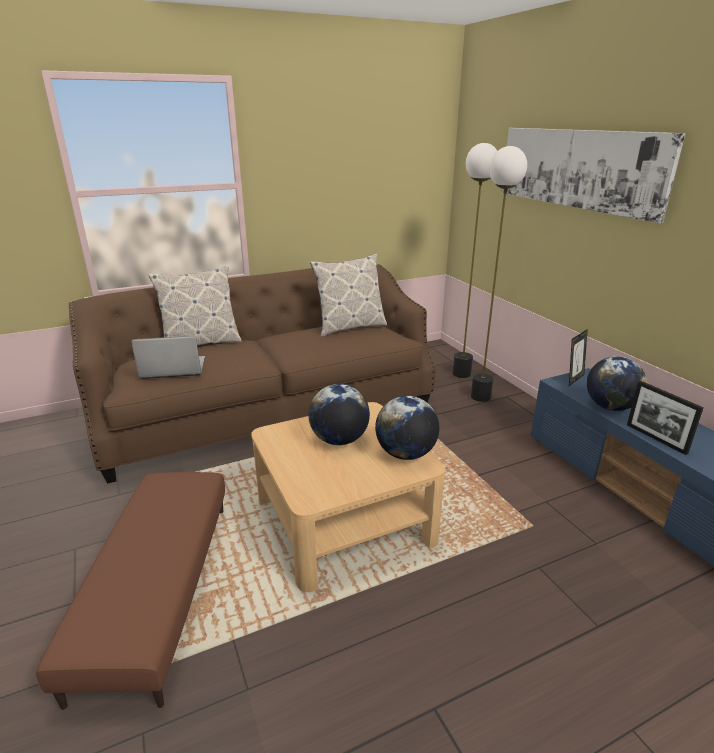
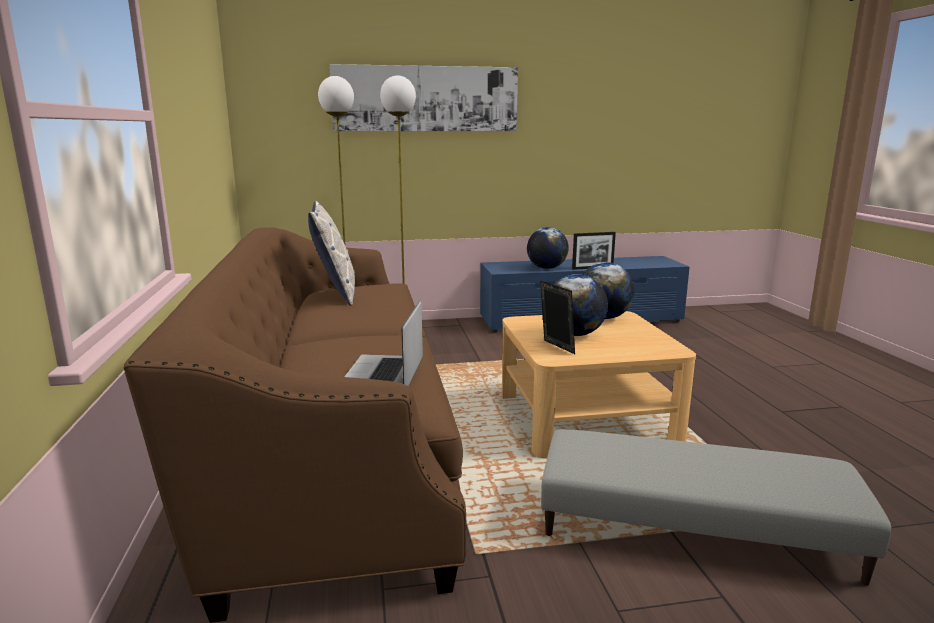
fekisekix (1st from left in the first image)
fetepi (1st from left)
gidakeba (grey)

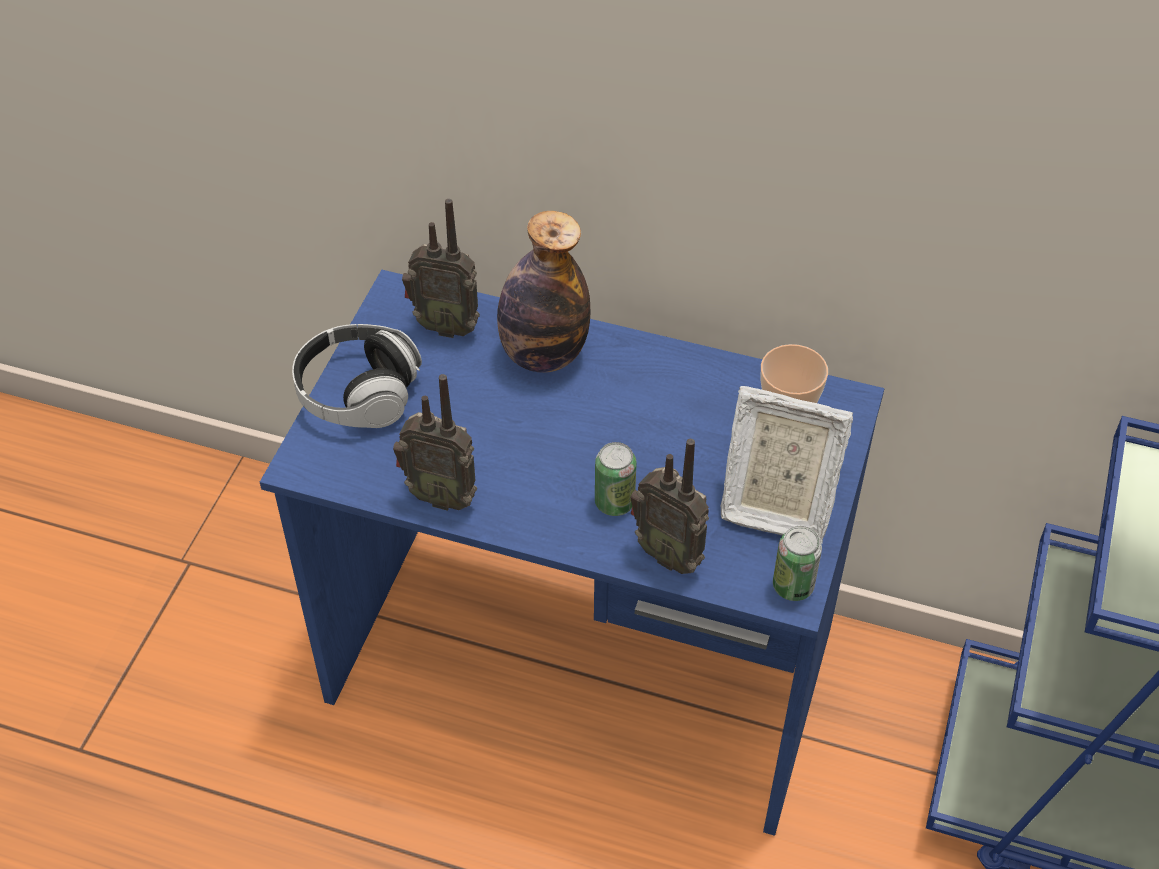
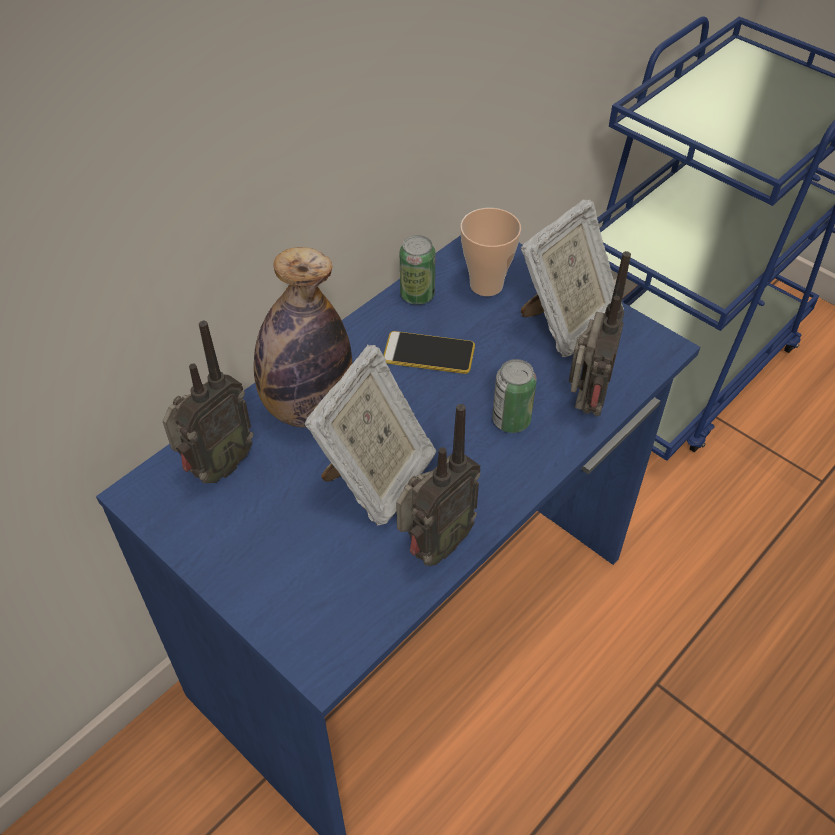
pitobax
fetepi (1st from left)
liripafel
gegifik (1st from left)
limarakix (3rd from left)

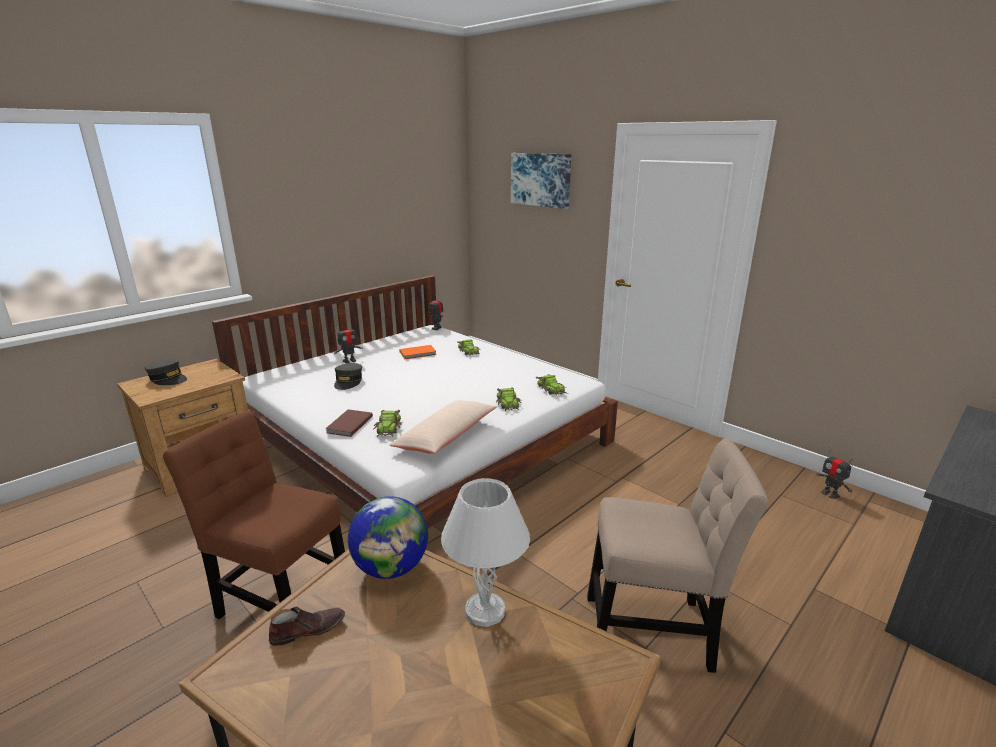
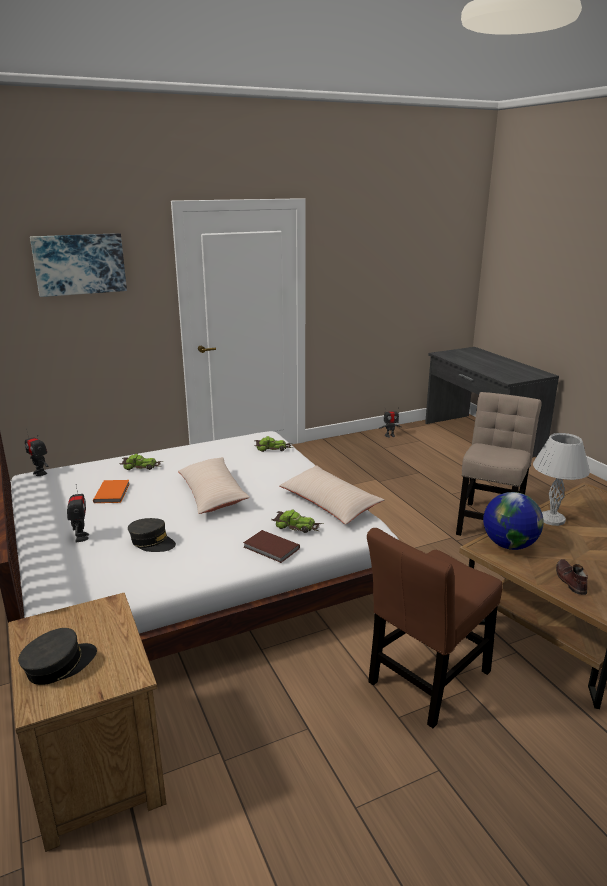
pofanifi (3rd from left in the first image)
fekisekix (beige) (1st from left)

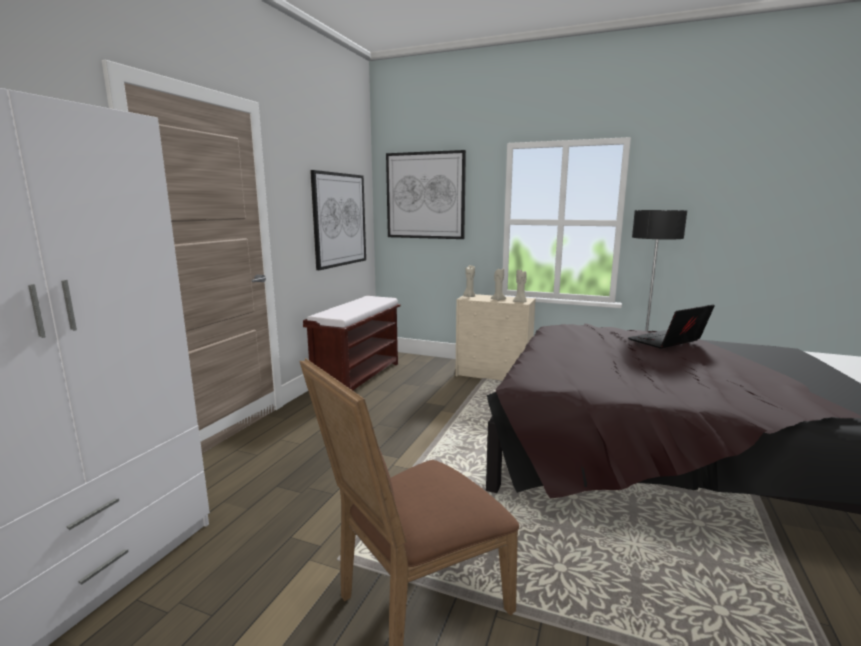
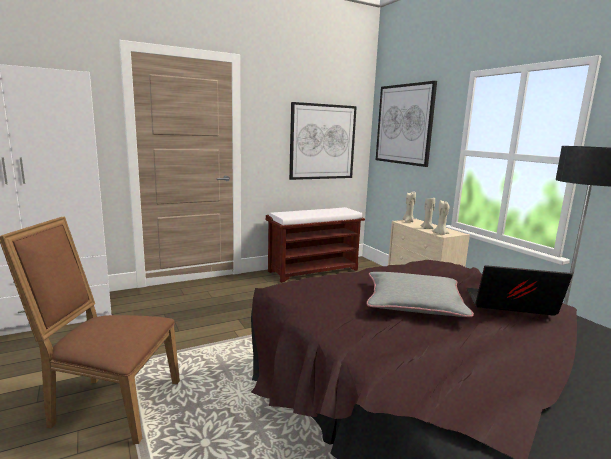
fekisekix (grey)

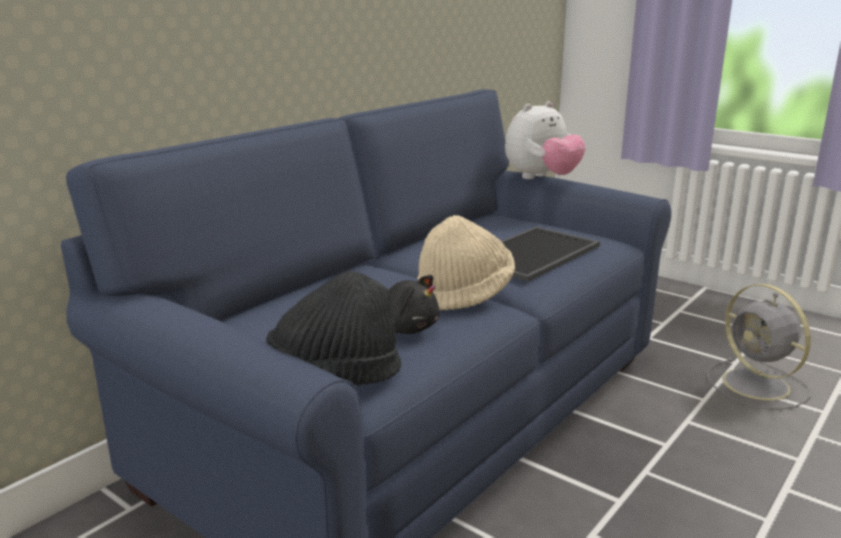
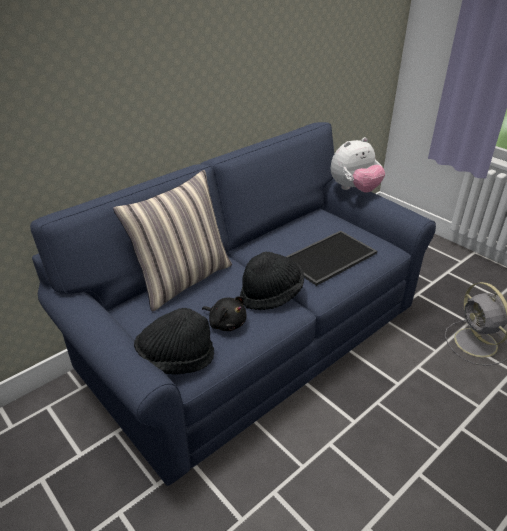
fekisekix
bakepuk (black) (2nd from left)

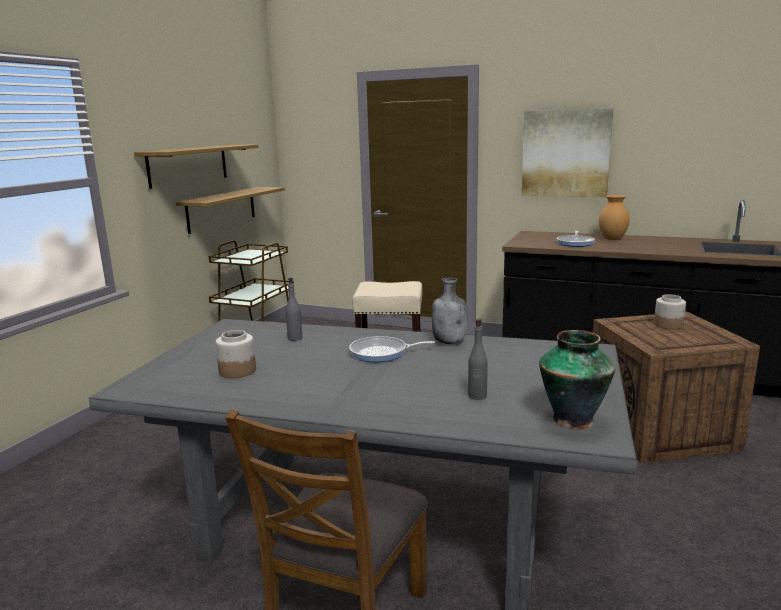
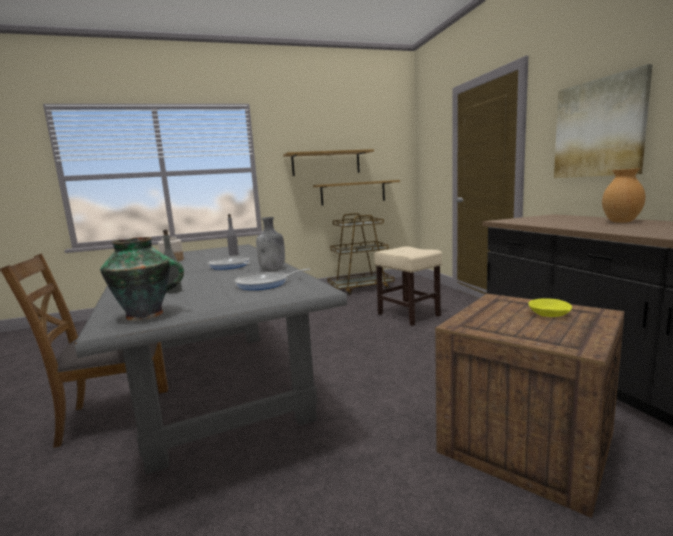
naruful (2nd from left)
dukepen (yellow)

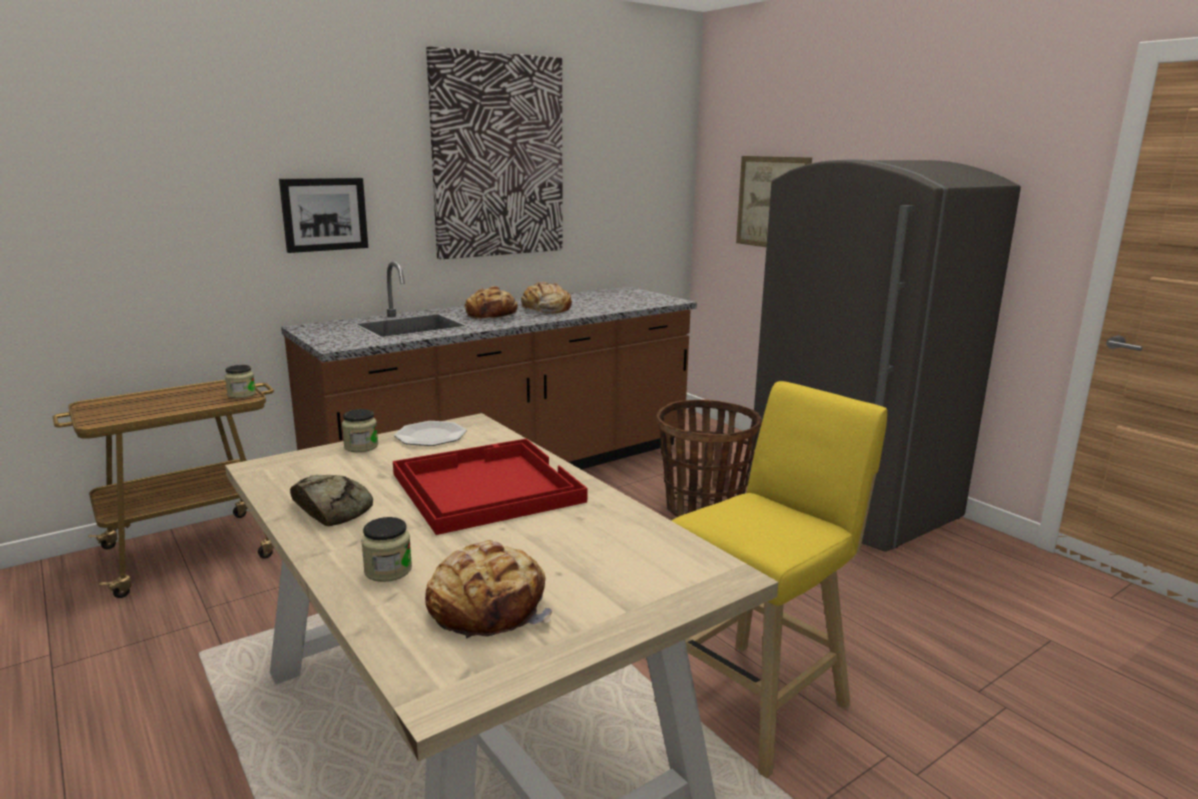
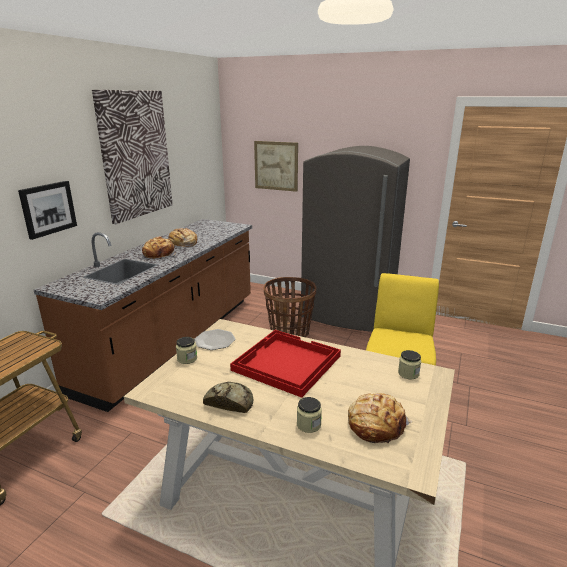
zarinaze (3rd from left)

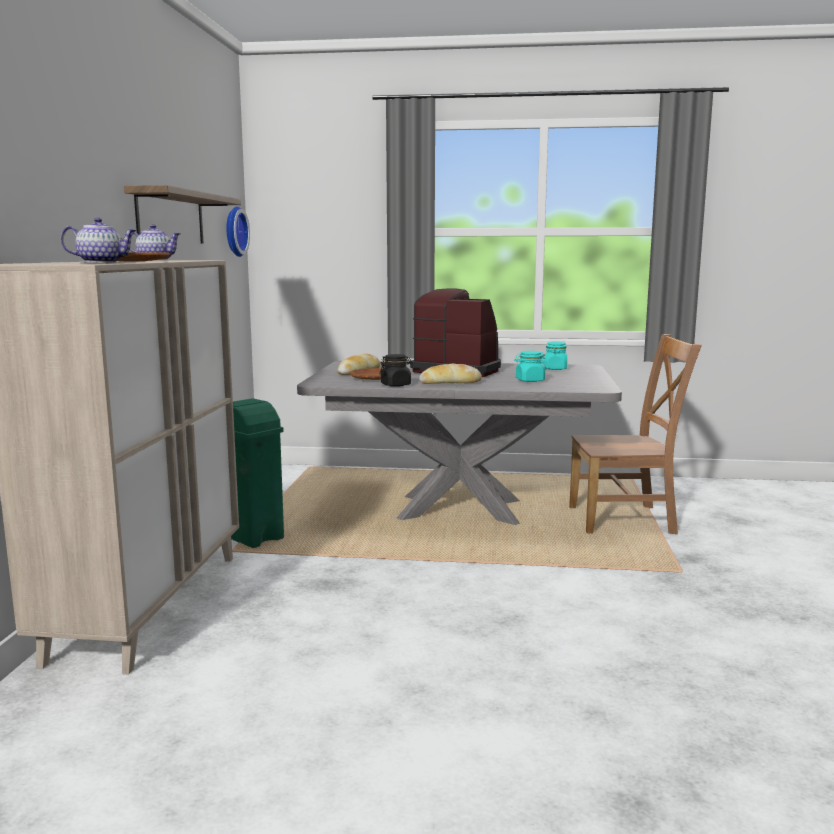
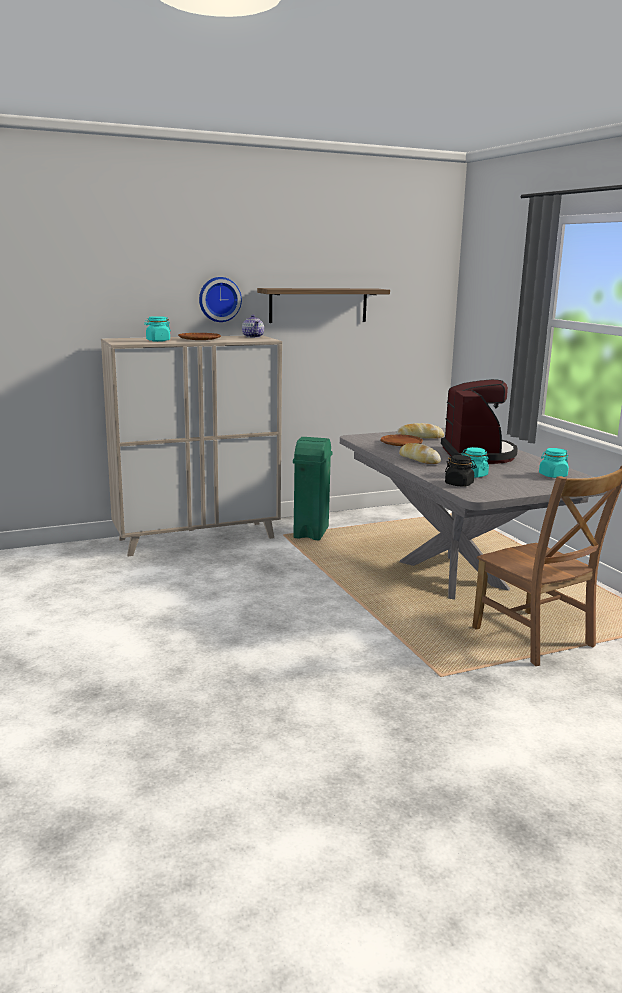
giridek
zarinaze (black)
zarinaze (turquoise) (1st from left)

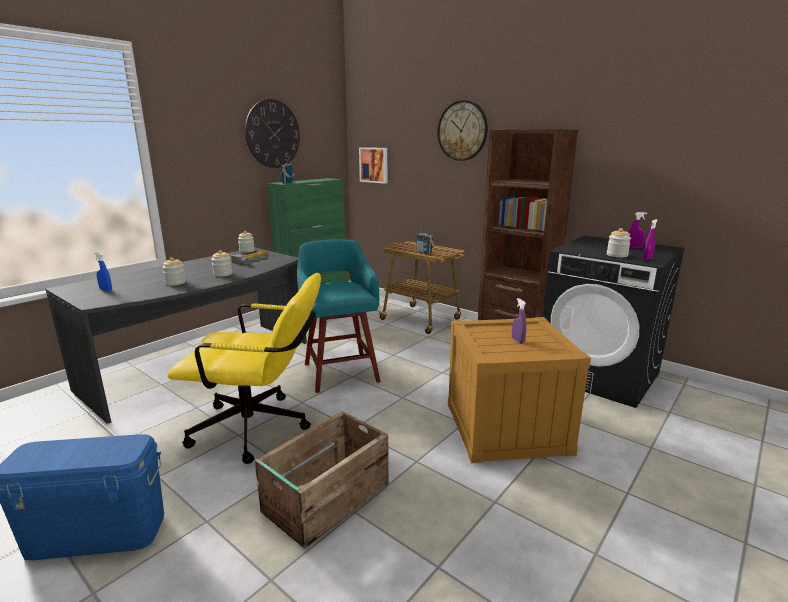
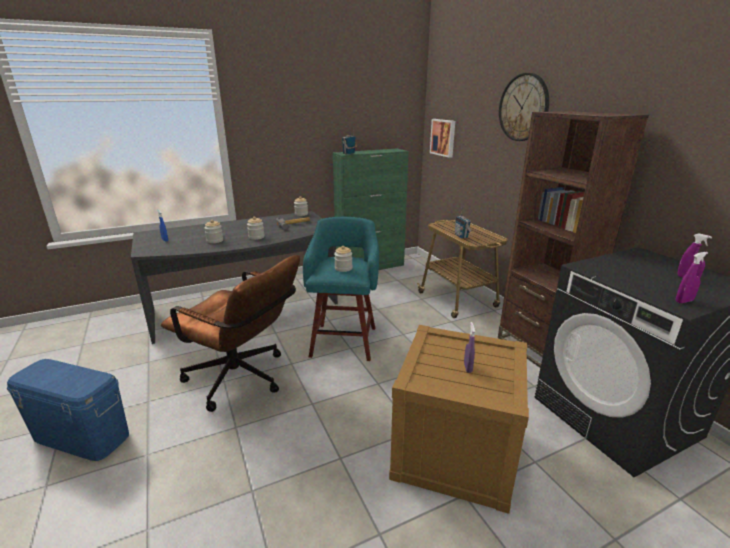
giridek (1st from left in the first image)
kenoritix (1st from left in the first image)
zarinaze (4th from left)
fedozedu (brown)

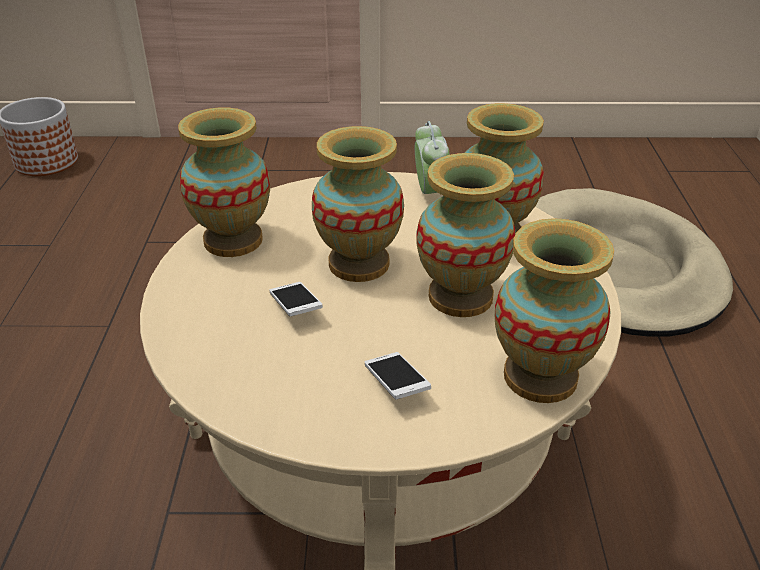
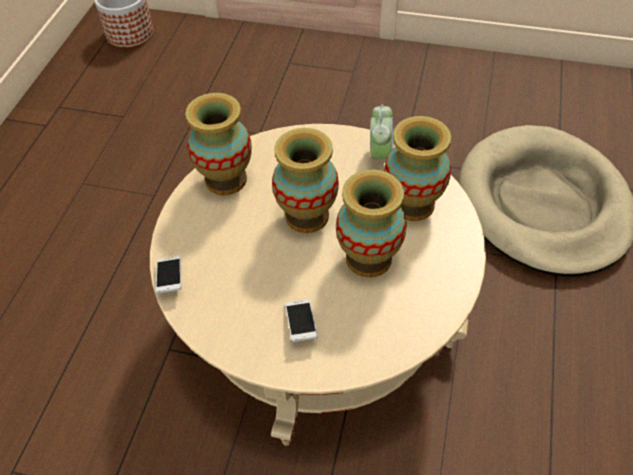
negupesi (5th from left in the first image)
liripafel (1st from left)

